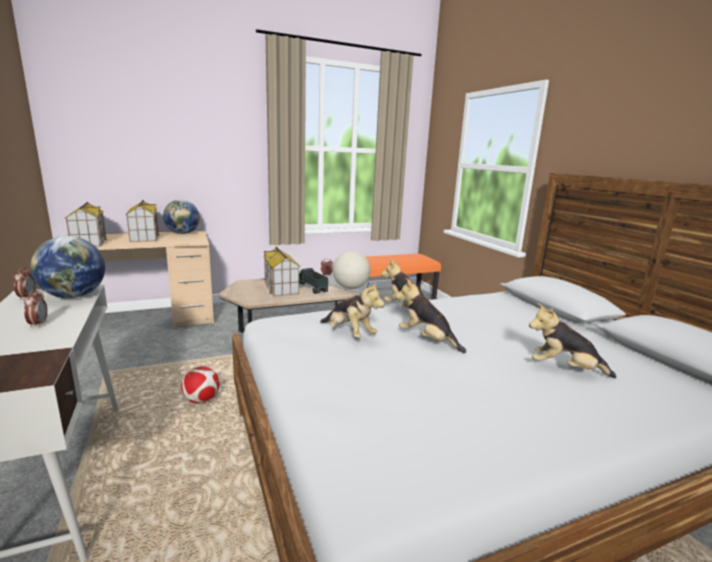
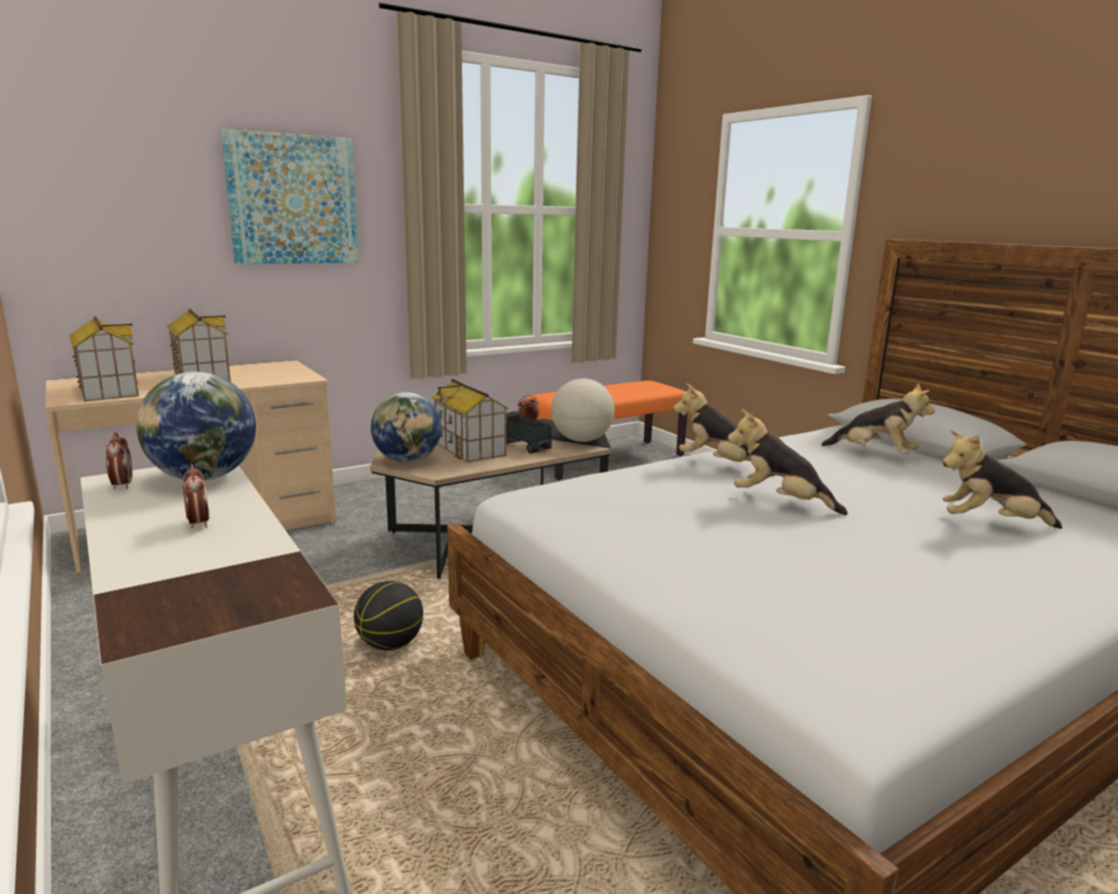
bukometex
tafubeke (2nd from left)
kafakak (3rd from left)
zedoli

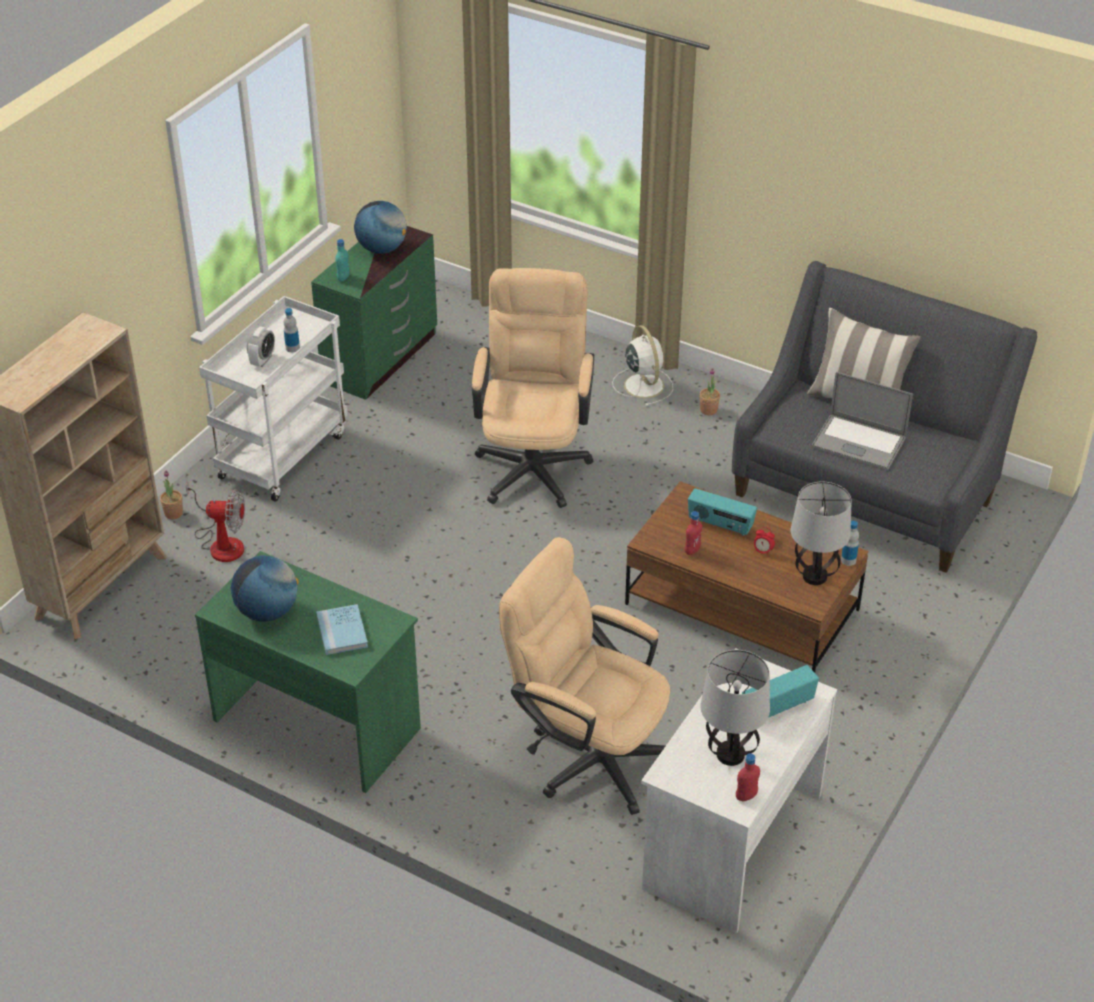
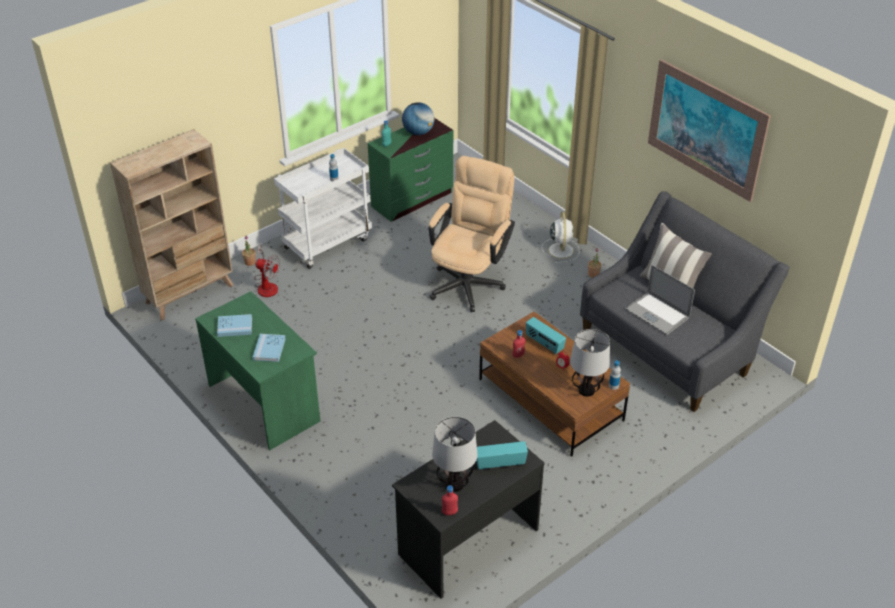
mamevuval (1st from left in the first image)
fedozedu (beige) (2nd from left in the first image)
bukometex
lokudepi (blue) (1st from left)
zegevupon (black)

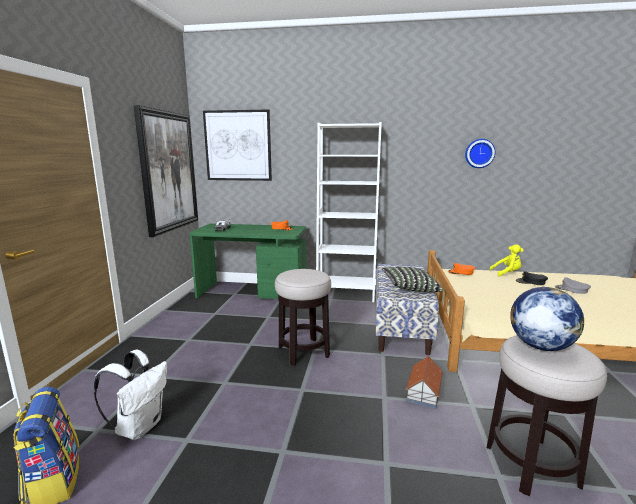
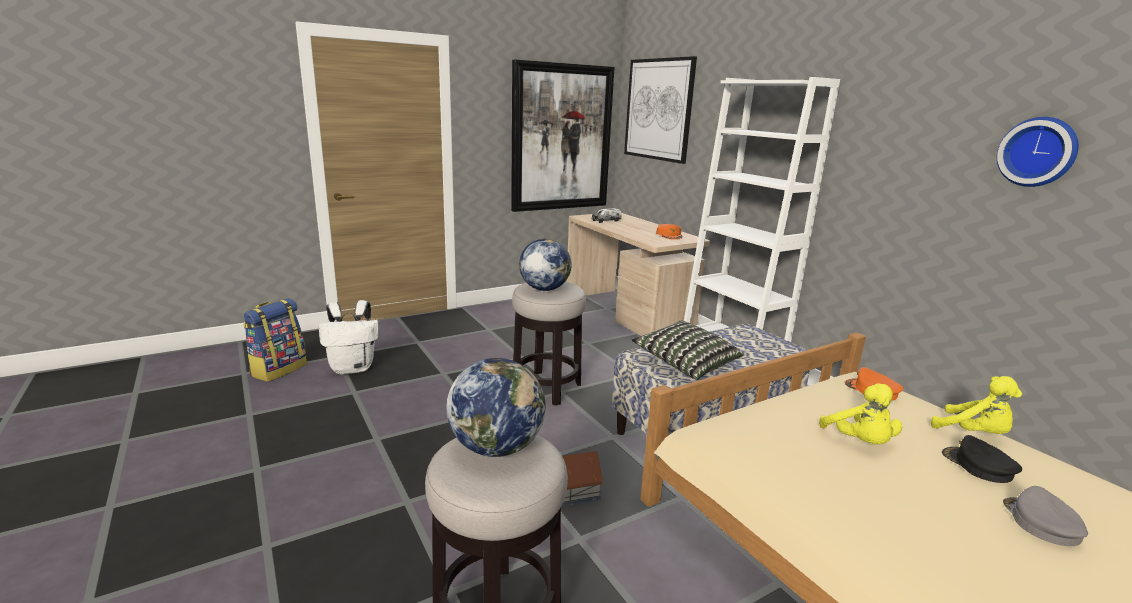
tafubeke (2nd from left)
kafakak (yellow) (1st from left)
zegevupon (beige)

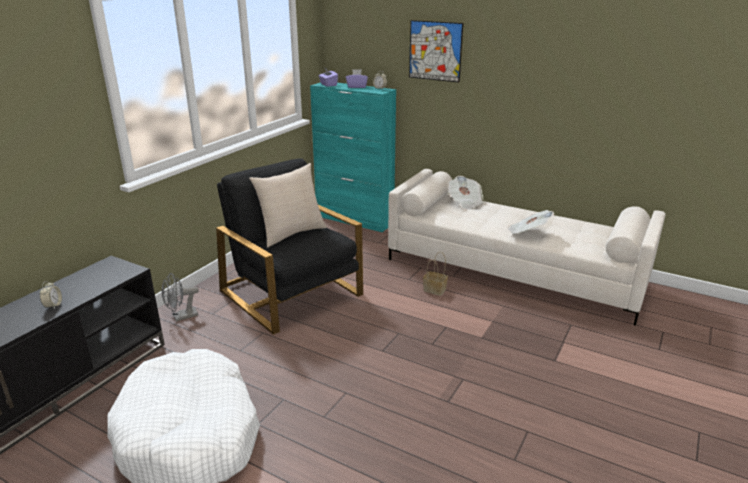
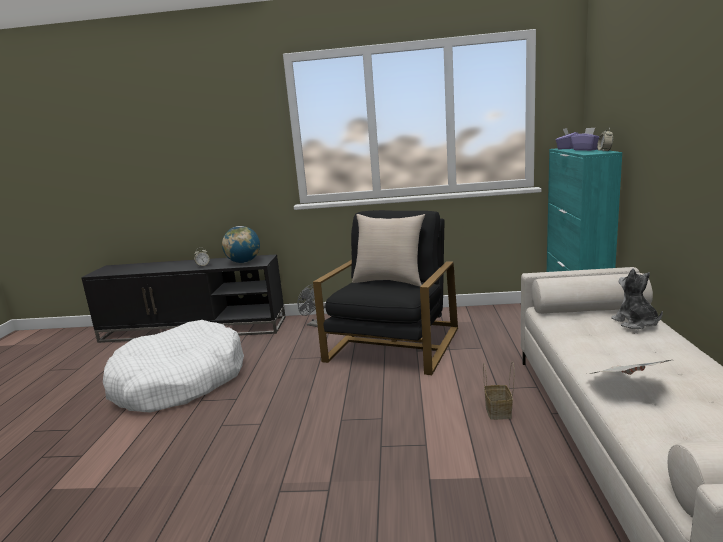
bukometex
tafubeke
kafakak

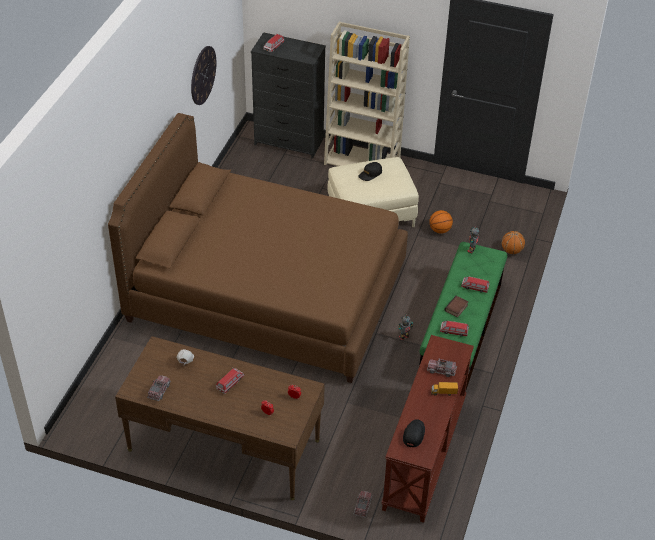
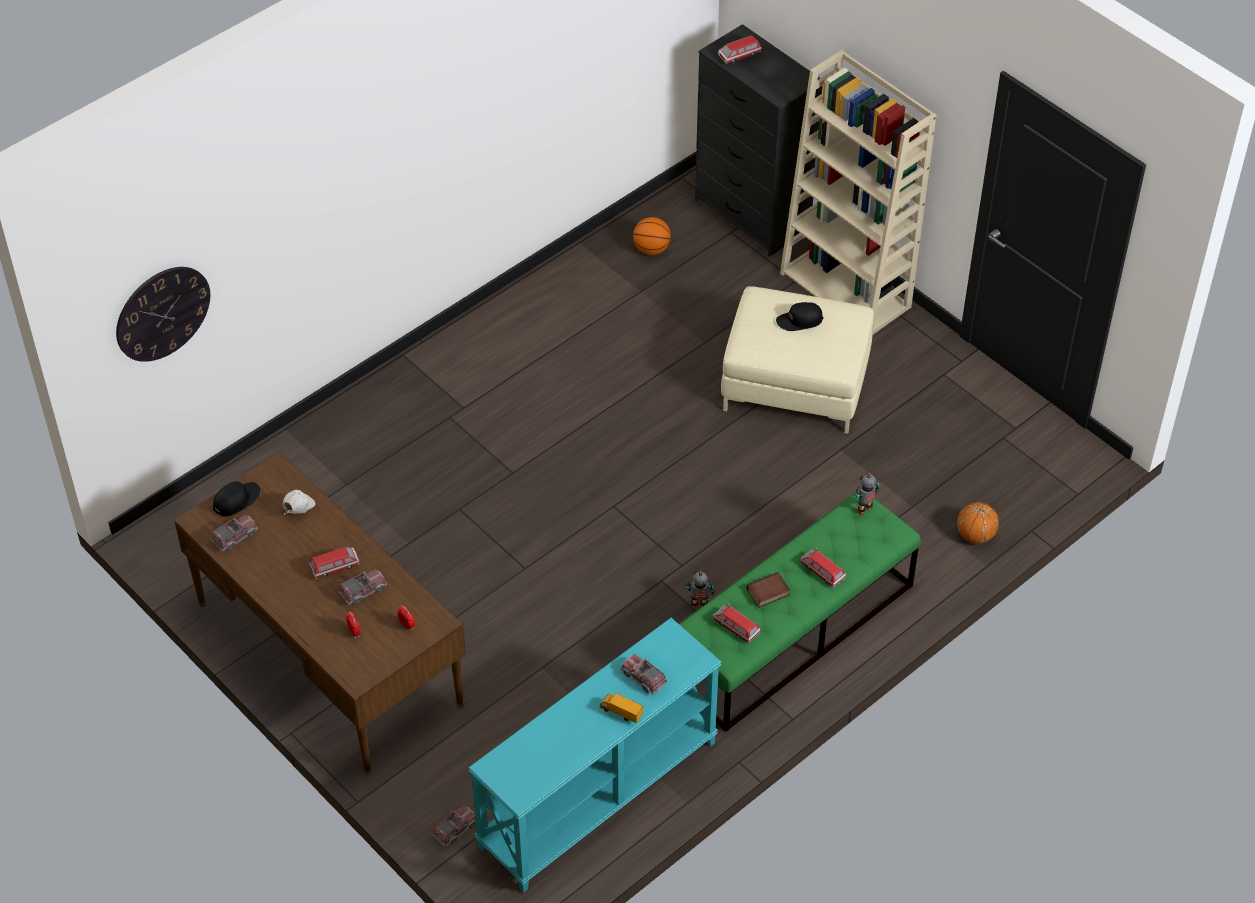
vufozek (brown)
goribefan (2nd from left)
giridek
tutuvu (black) (1st from left)
zedoli (1st from left)
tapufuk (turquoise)

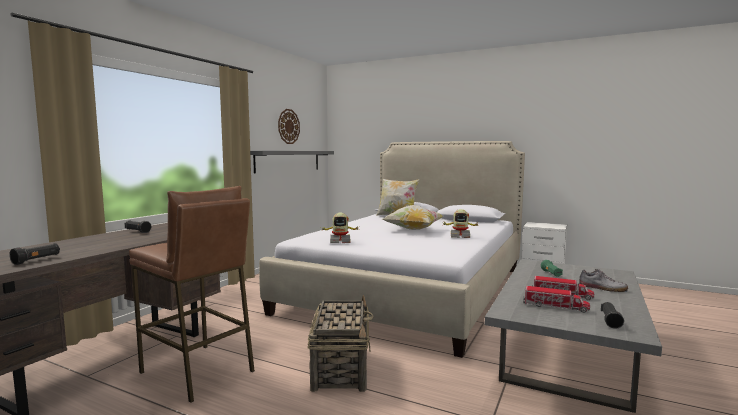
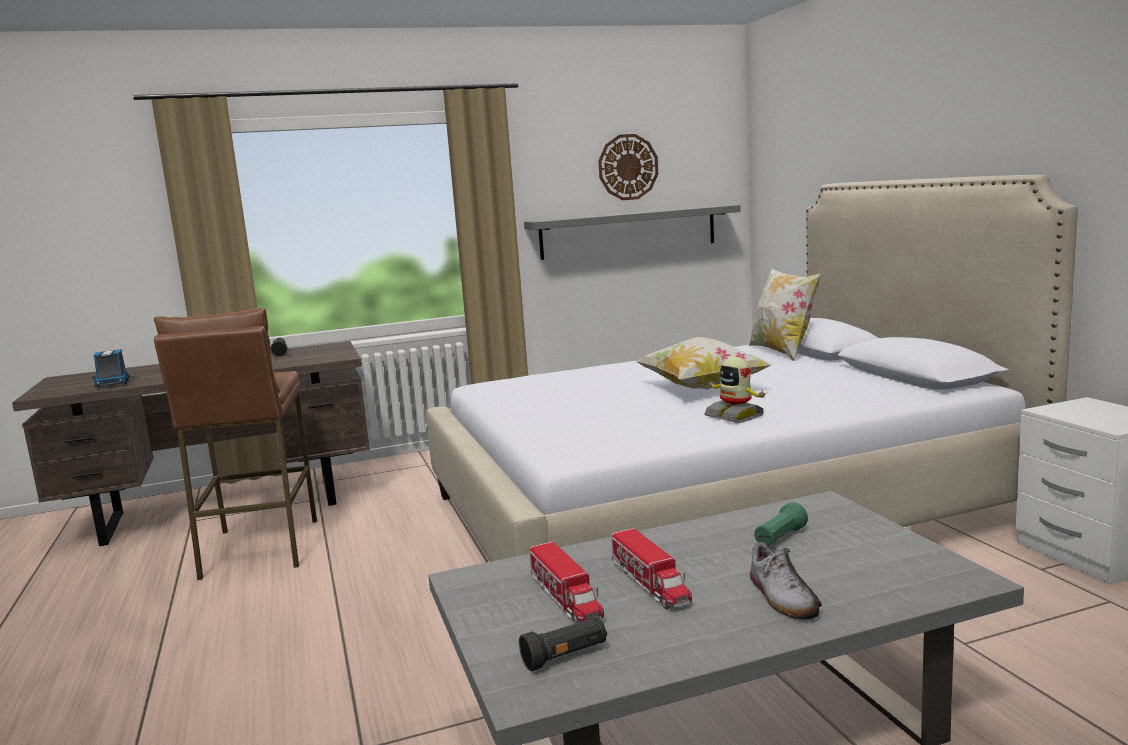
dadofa
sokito (1st from left in the first image)
goribefan (1st from left)

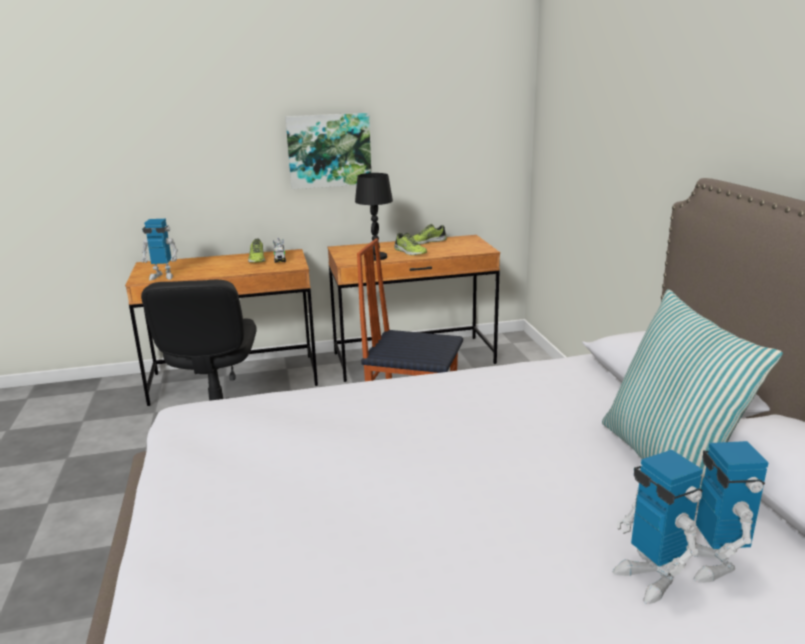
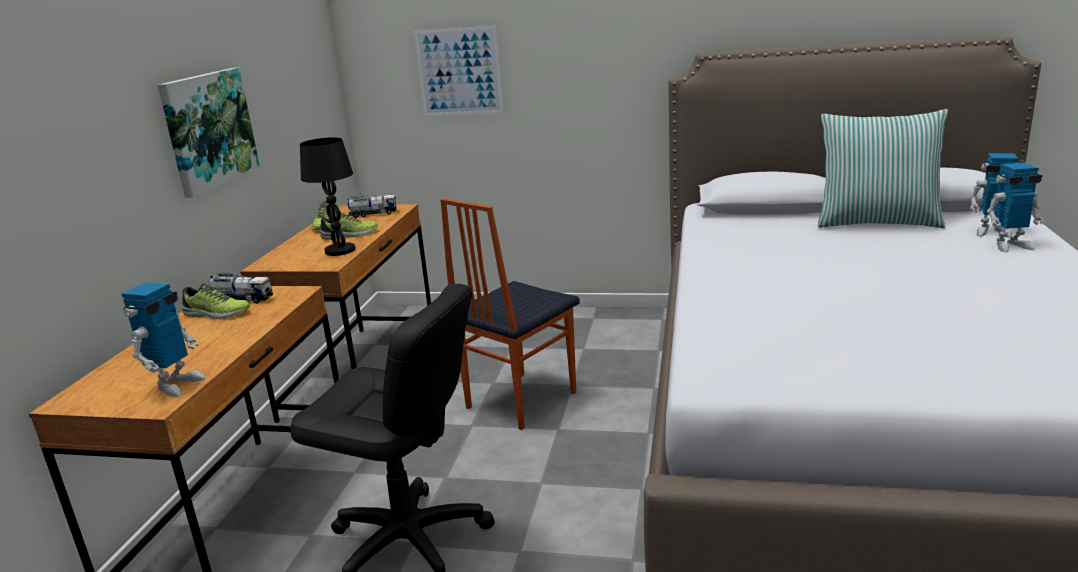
goribefan (2nd from left)
bukometex (2nd from left)

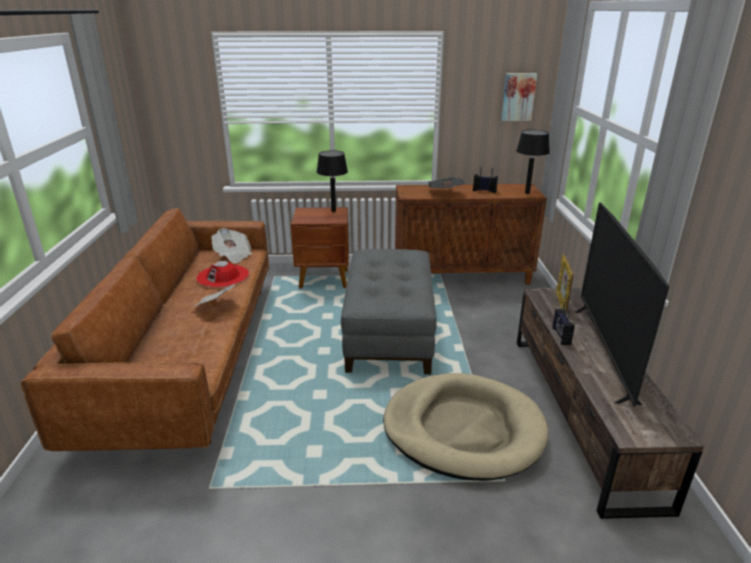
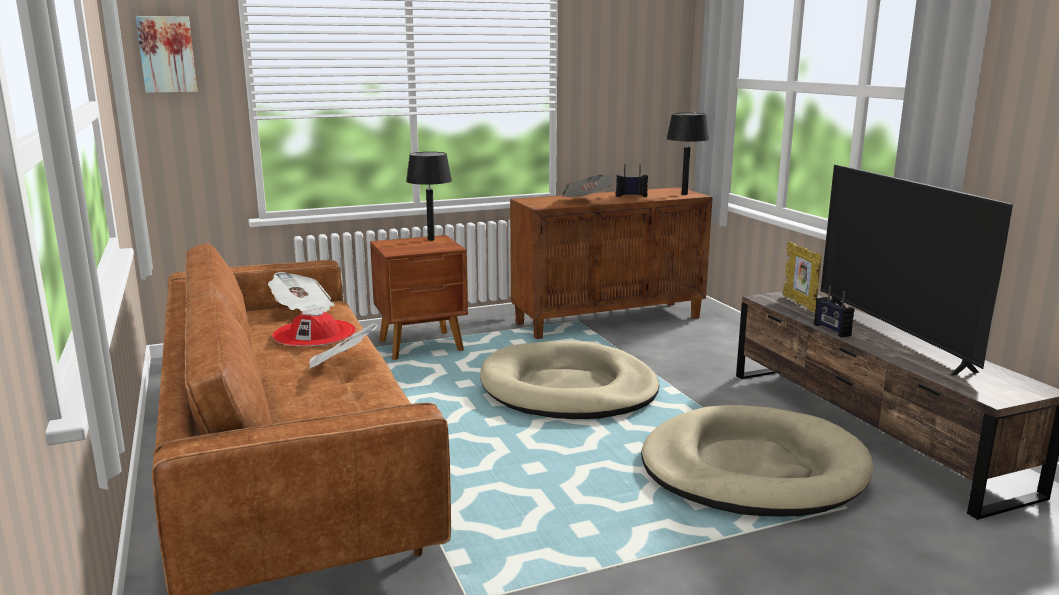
bukometex
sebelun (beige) (1st from left)

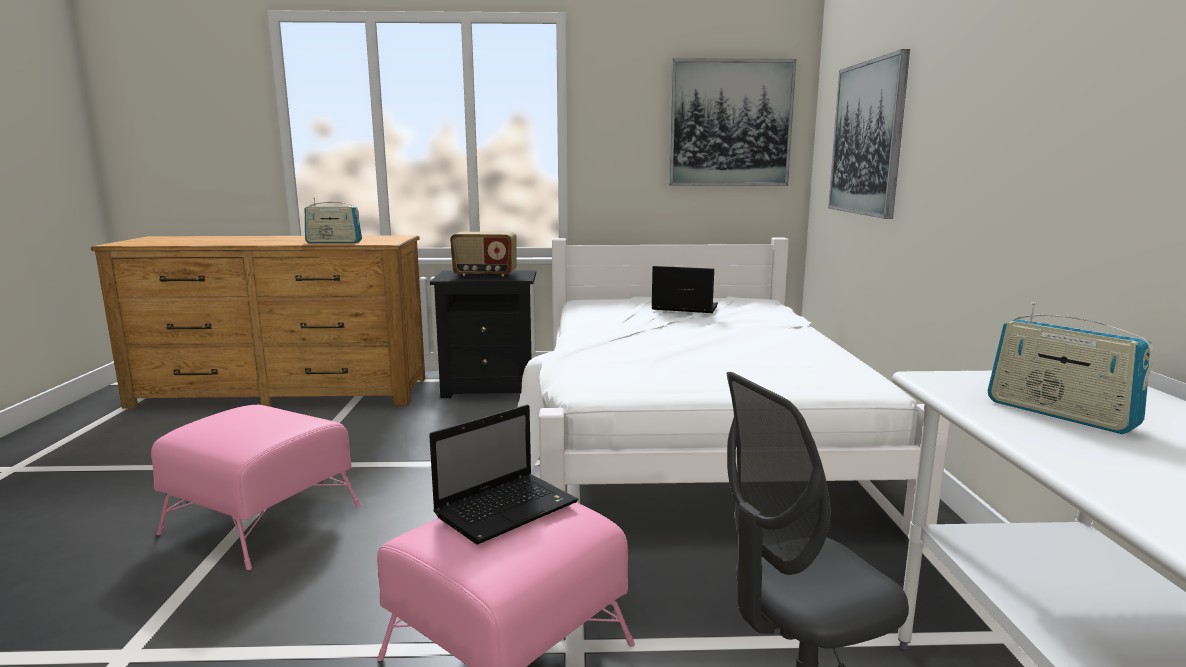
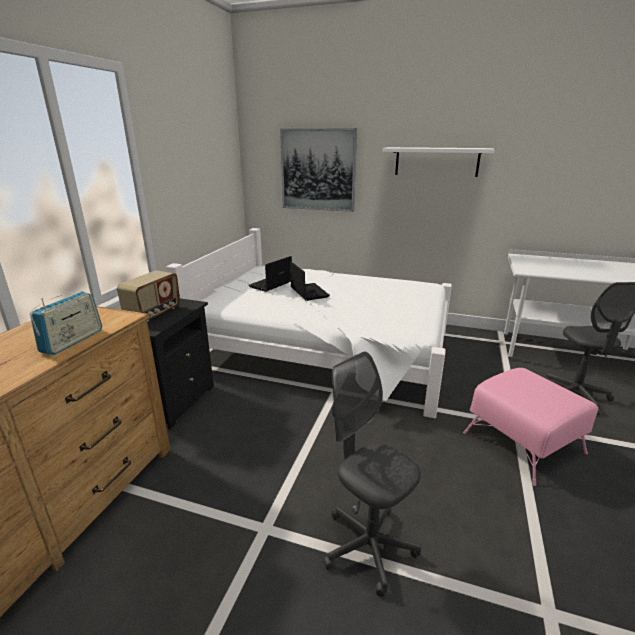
bukometex (1st from left in the first image)
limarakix (3rd from left in the first image)
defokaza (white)
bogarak (2nd from left)
fedozedu (grey) (1st from left)

